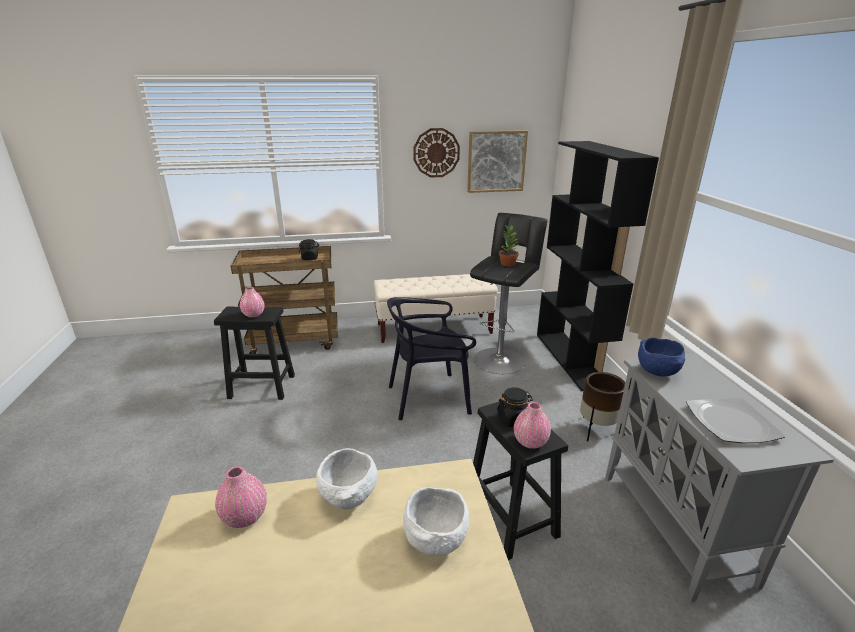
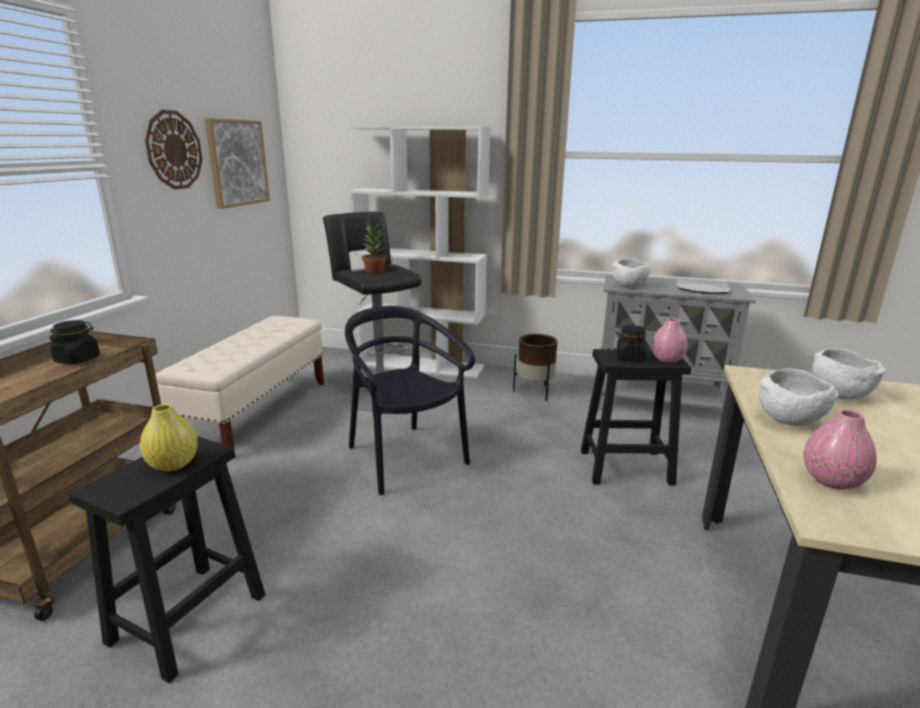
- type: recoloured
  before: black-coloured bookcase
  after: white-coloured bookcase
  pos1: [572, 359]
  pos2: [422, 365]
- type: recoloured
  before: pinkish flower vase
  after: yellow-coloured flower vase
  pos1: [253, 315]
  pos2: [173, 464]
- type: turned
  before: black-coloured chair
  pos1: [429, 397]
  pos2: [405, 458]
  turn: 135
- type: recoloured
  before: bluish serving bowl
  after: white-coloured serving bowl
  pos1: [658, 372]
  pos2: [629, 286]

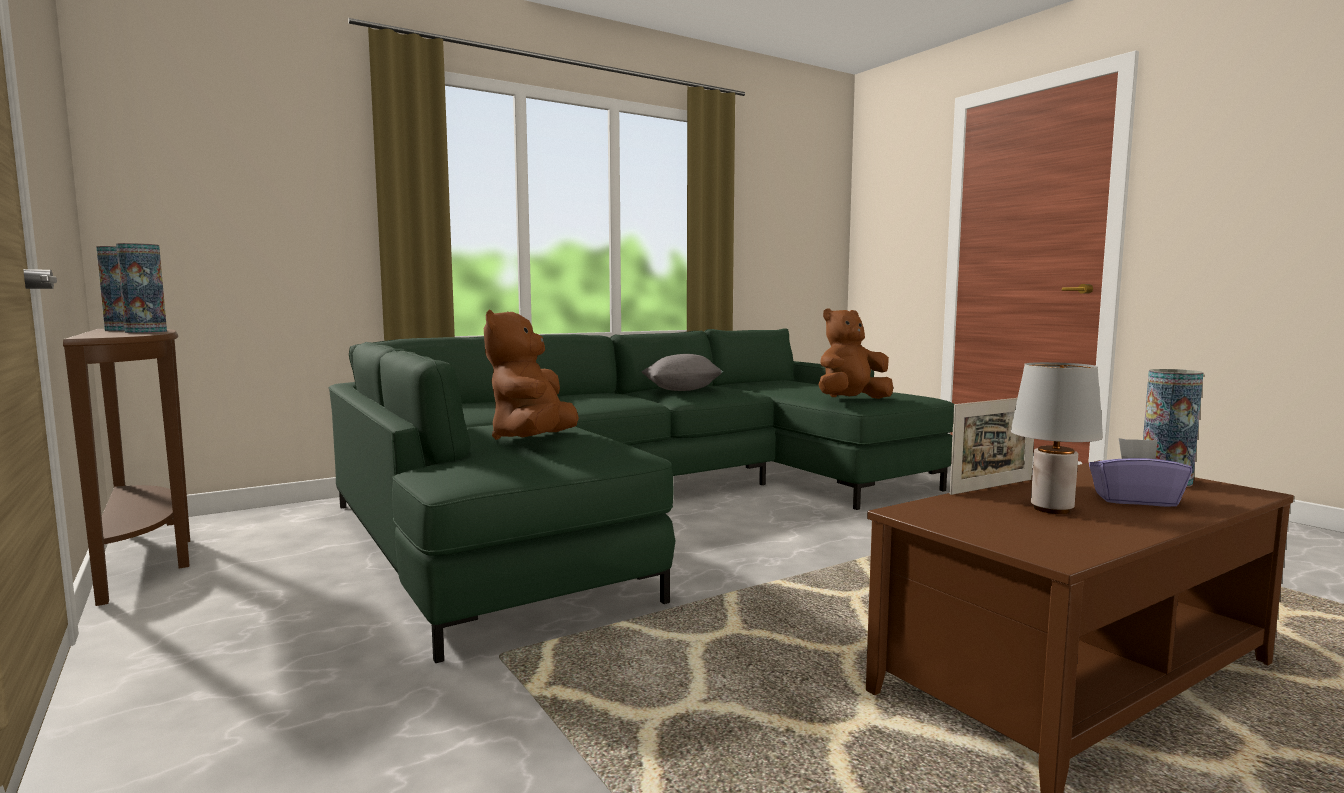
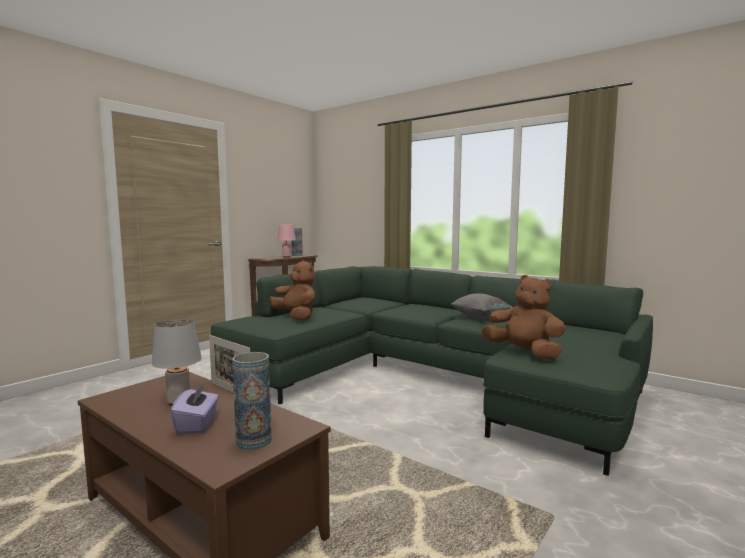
- type: replaced
  before: flower vase
  after: pinkish lamp for a table
  pos1: [146, 332]
  pos2: [286, 257]
- type: turned
  before: brownish plush toy
  pos1: [533, 440]
  pos2: [296, 317]
  turn: 60

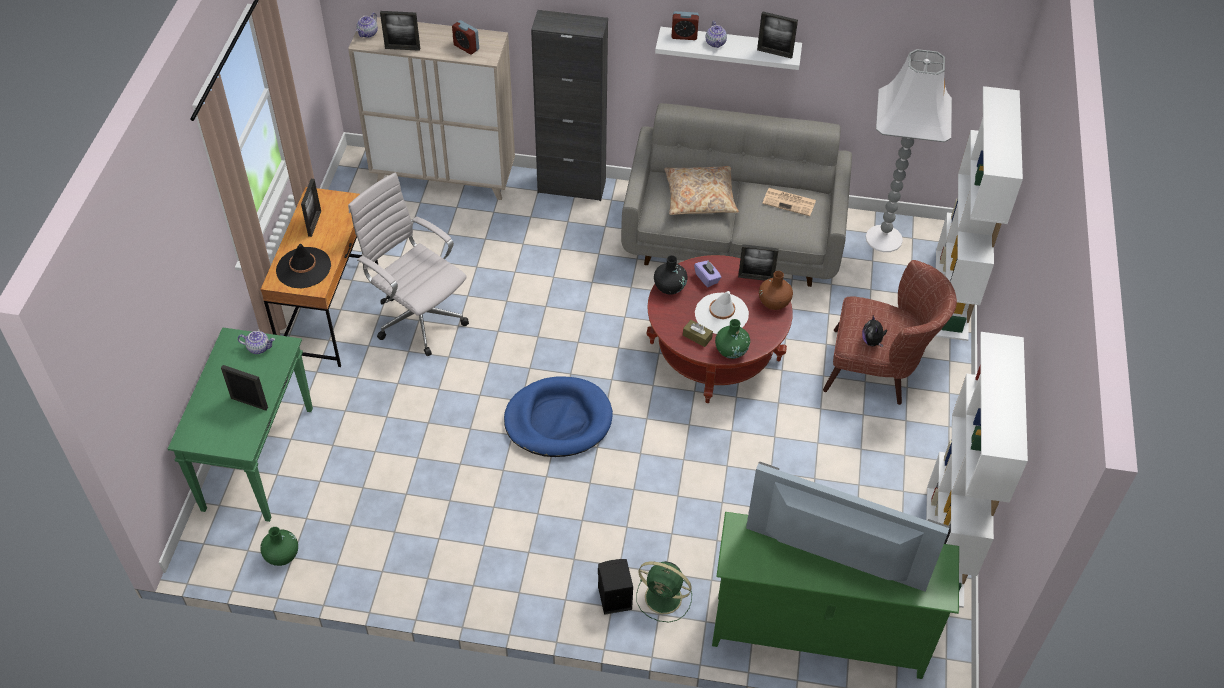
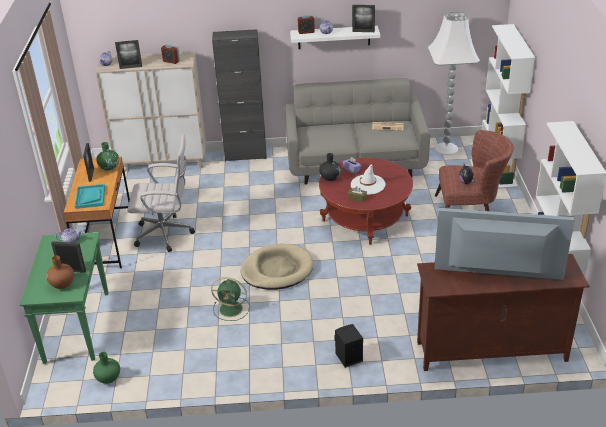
- type: removed
  before: sand-coloured pillow
  pos1: [700, 197]
- type: turned
  before: white-coloured office chair
  pos1: [418, 318]
  pos2: [166, 234]
  turn: 150
- type: replaced
  before: black-coloured wearable hat
  after: blue-green tray
  pos1: [303, 268]
  pos2: [90, 197]
- type: removed
  before: standing frame
  pos1: [755, 278]
- type: moved
  before: brownish flower vase
  pos1: [774, 302]
  pos2: [62, 284]
- type: moved
  before: green-coloured flower vase
  pos1: [731, 350]
  pos2: [109, 167]
- type: recoloured
  before: bluish pet bed
  after: sand-coloured pet bed
  pos1: [558, 420]
  pos2: [277, 270]
- type: recoloured
  before: green-coloured media console
  after: brownish media console
  pos1: [817, 636]
  pos2: [491, 351]
- type: moved
  before: green-coloured electric fan
  pos1: [665, 598]
  pos2: [232, 309]

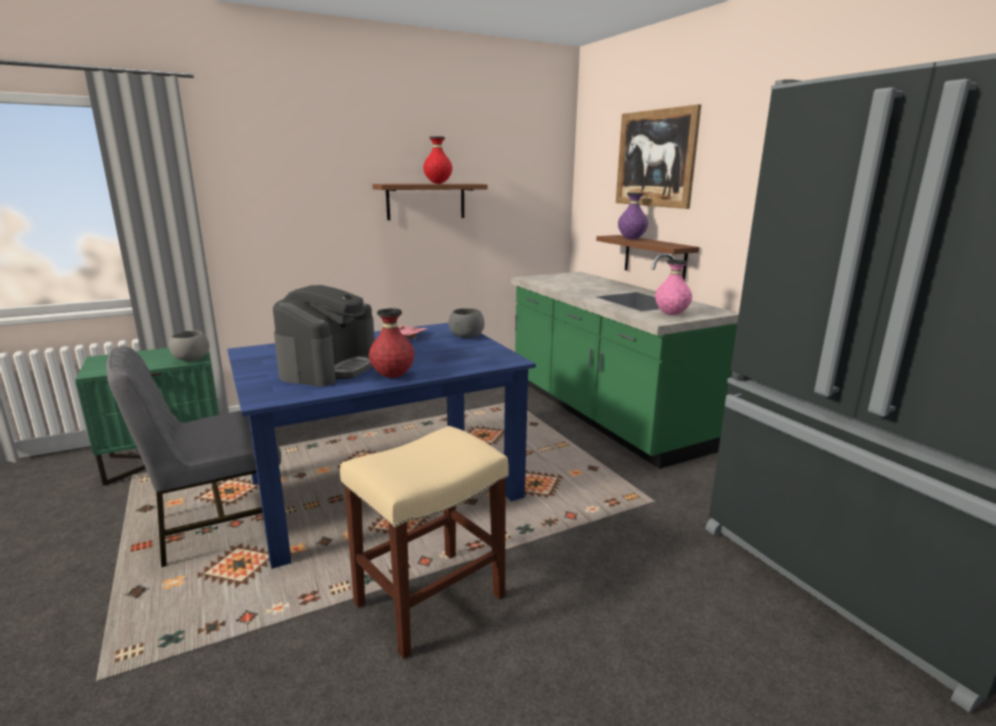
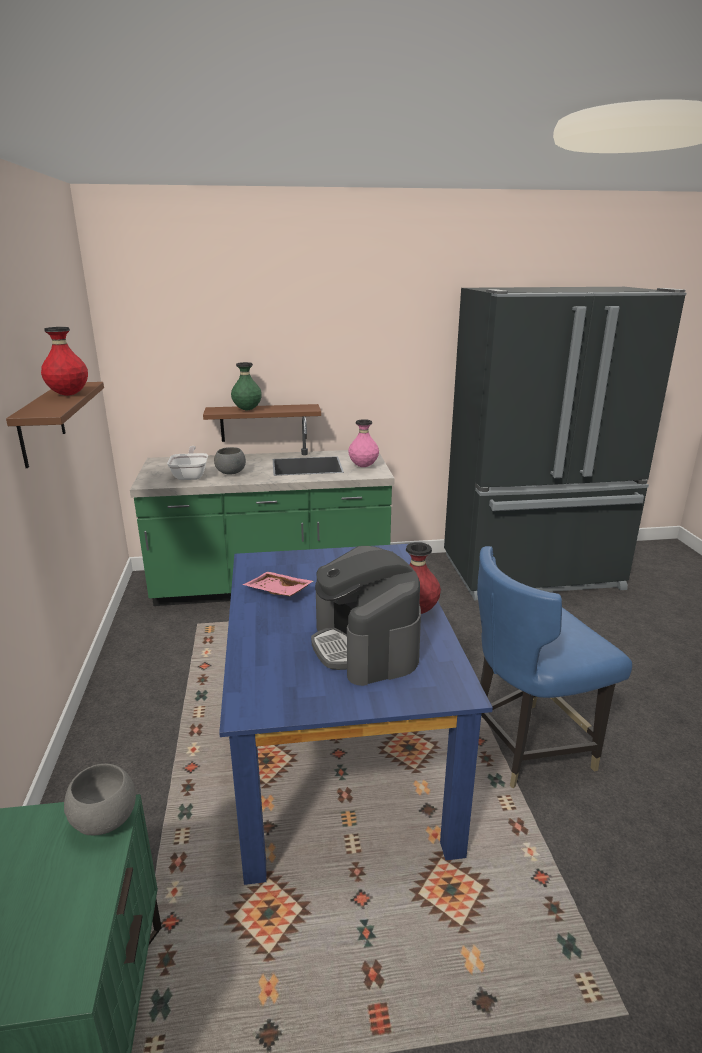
- type: removed
  before: wall art
  pos1: [655, 158]
- type: recoloured
  before: purple-coloured flower vase
  after: green-coloured flower vase
  pos1: [631, 239]
  pos2: [247, 410]
- type: turned
  before: coffee maker
  pos1: [329, 367]
  pos2: [365, 646]
  turn: -150
- type: moved
  before: grey serving bowl
  pos1: [466, 337]
  pos2: [230, 473]
- type: removed
  before: grey chair
  pos1: [218, 526]
- type: replaced
  before: sand-coloured sitting stool
  after: bluish chair
  pos1: [431, 598]
  pos2: [527, 746]
- type: added
  after: skillet
  pos2: [191, 475]

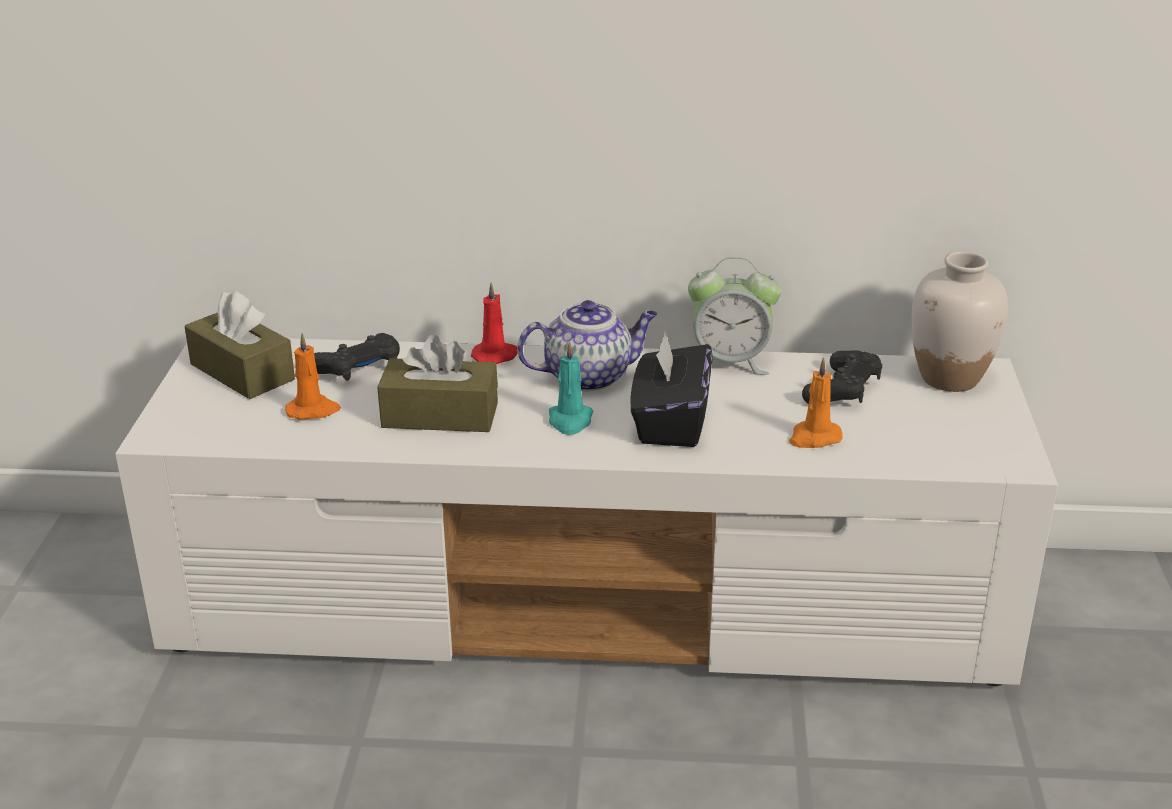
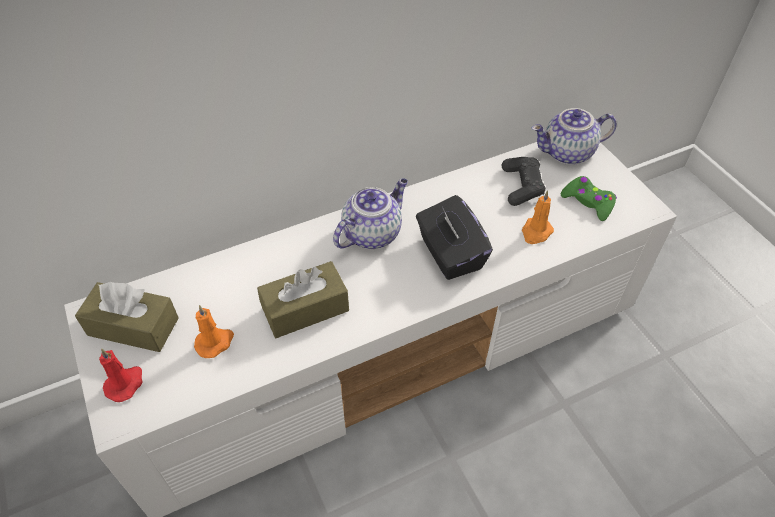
- type: replaced
  before: white-coloured flower vase
  after: tea pot
  pos1: [950, 378]
  pos2: [567, 154]
- type: removed
  before: bedside clock
  pos1: [730, 362]
- type: moved
  before: red-coloured wax candle
  pos1: [496, 356]
  pos2: [125, 383]
- type: removed
  before: black-coloured joypad
  pos1: [359, 369]
- type: removed
  before: blue-green wax candle
  pos1: [570, 421]
- type: added
  after: green-coloured joypad
  pos2: [588, 202]

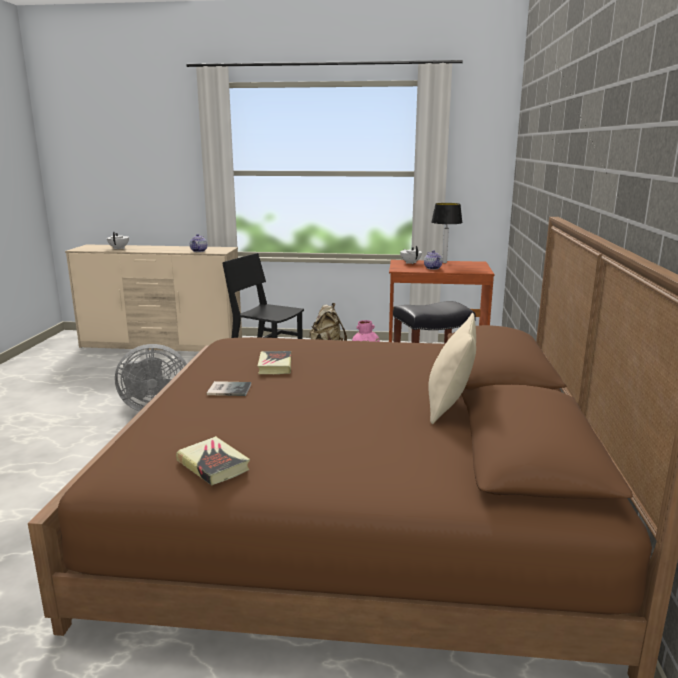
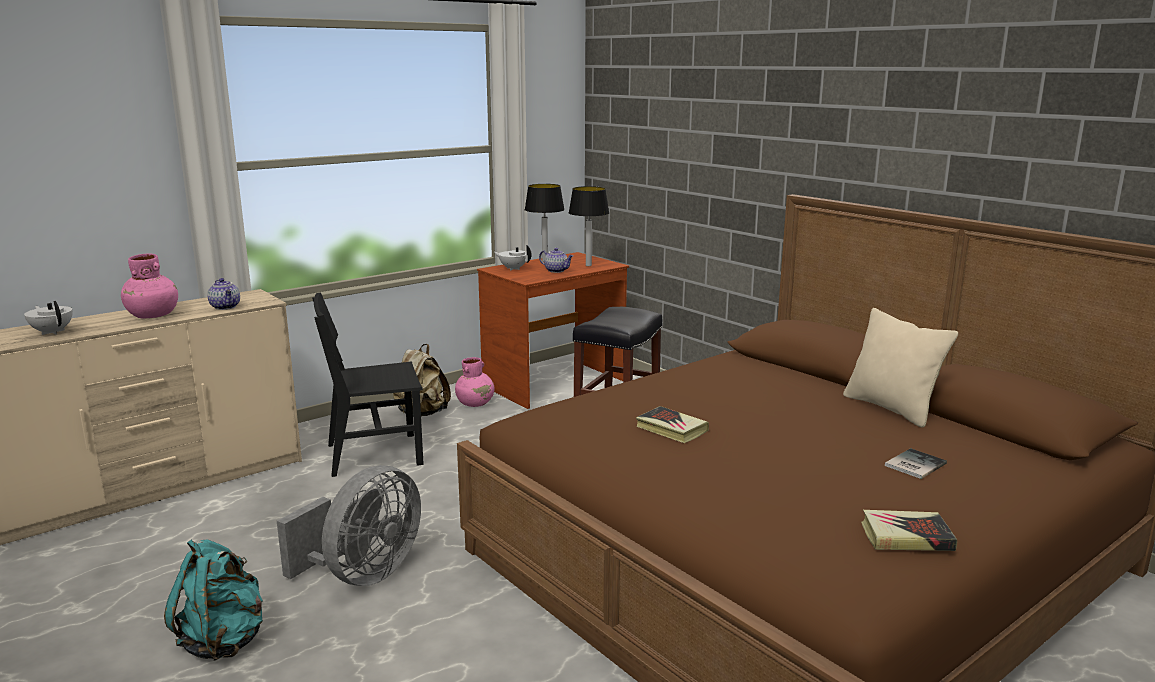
- type: moved
  before: book
  pos1: [228, 389]
  pos2: [913, 464]
- type: added
  after: lamp for a table
  pos2: [588, 265]
- type: added
  after: pinkish flower vase
  pos2: [153, 316]
- type: added
  after: blue-green knapsack
  pos2: [224, 641]

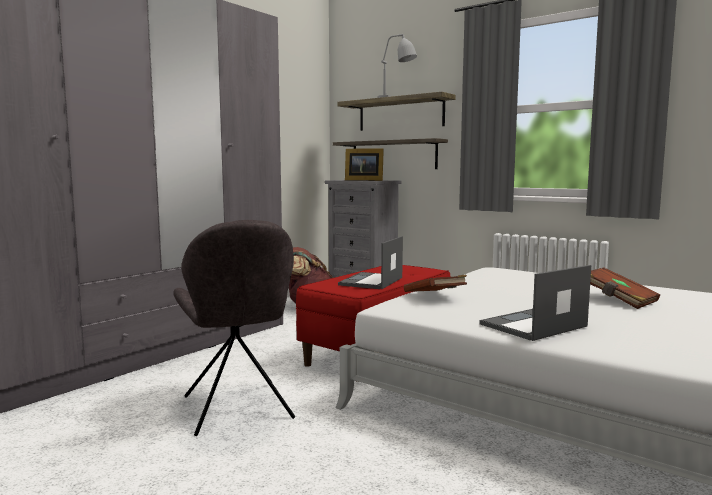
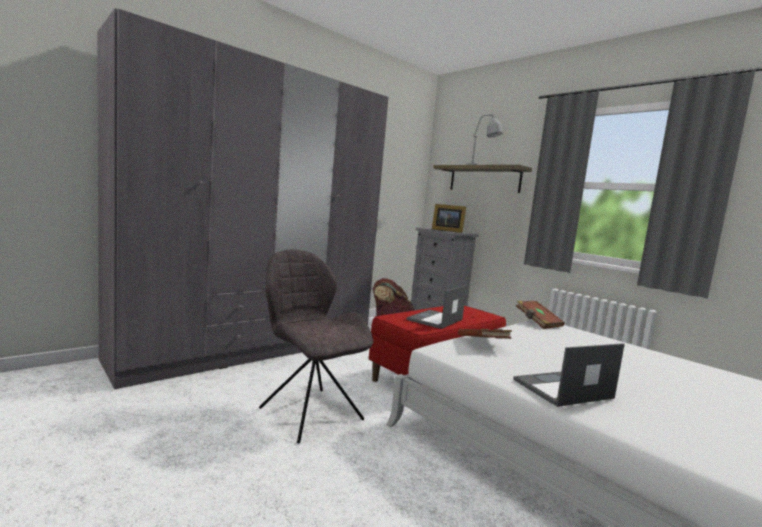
- type: removed
  before: wall shelf
  pos1: [393, 155]
- type: turned
  before: grey chair
  pos1: [238, 409]
  pos2: [309, 412]
  turn: 150
- type: moved
  before: brownish book
  pos1: [618, 300]
  pos2: [537, 322]

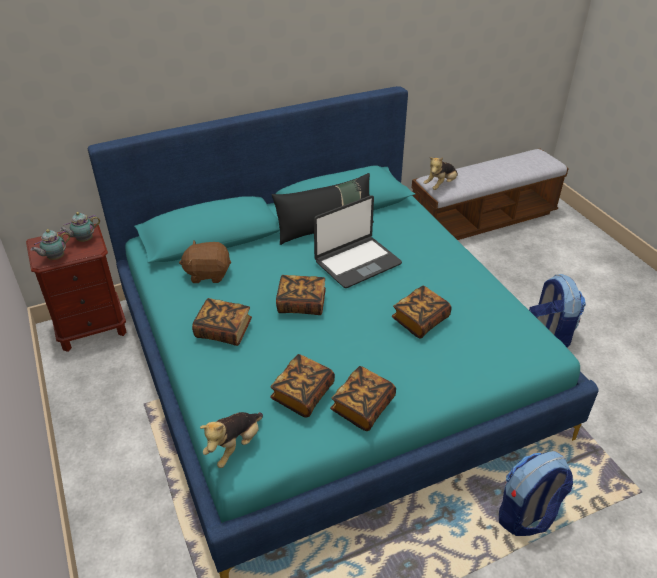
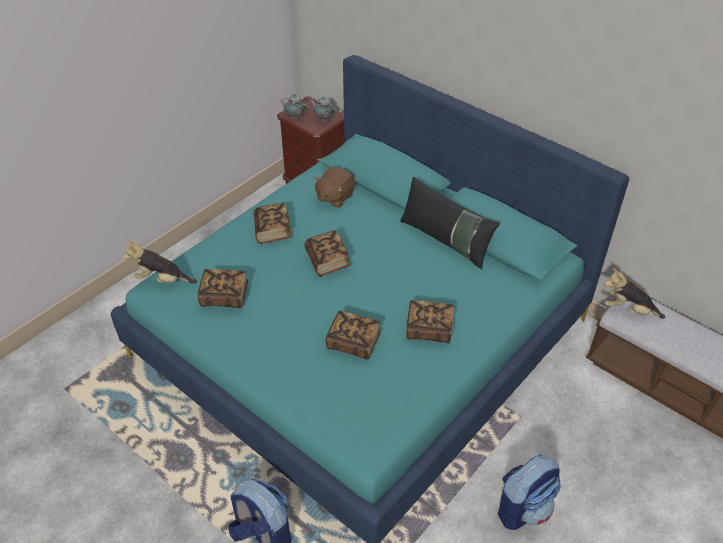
- type: removed
  before: notebook computer
  pos1: [357, 262]
- type: turned
  before: brownish plush toy
  pos1: [208, 274]
  pos2: [334, 197]
  turn: -120
- type: moved
  before: book
  pos1: [362, 407]
  pos2: [429, 329]

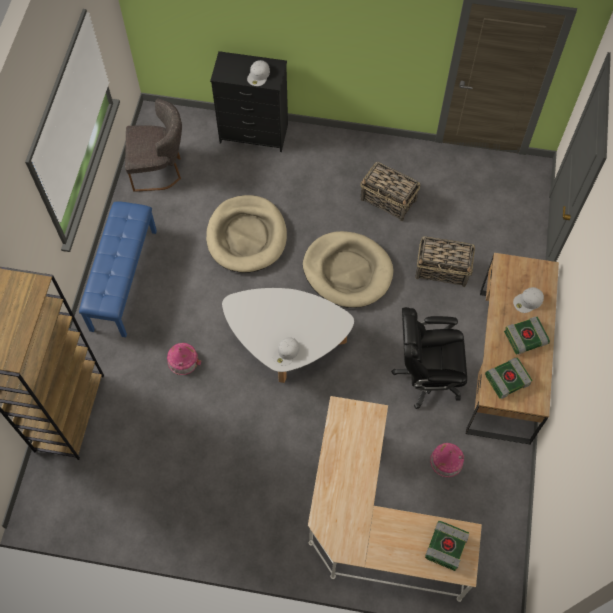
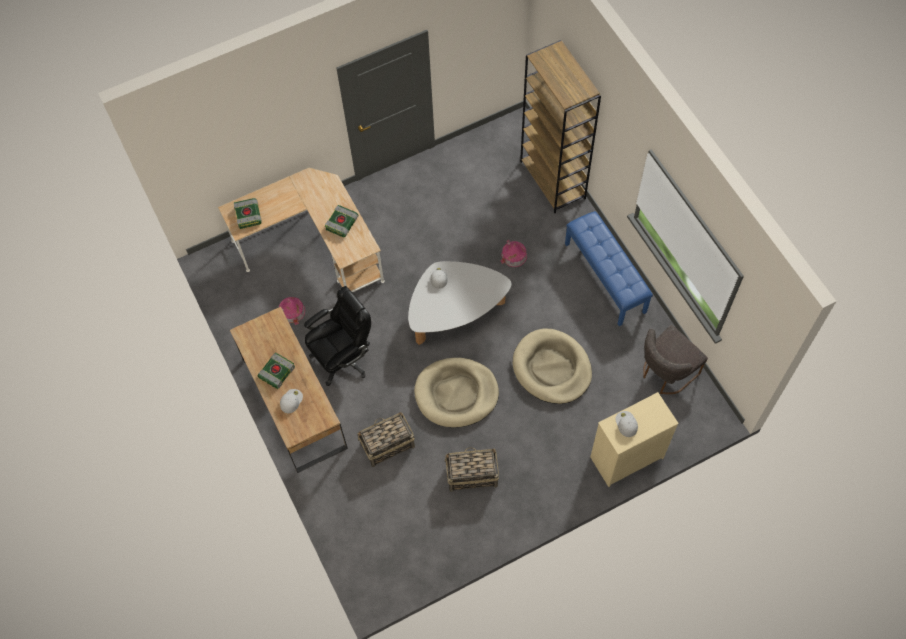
- type: recoloured
  before: black-coloured chest of drawers
  after: sand-coloured chest of drawers
  pos1: [253, 134]
  pos2: [626, 457]
- type: moved
  before: book
  pos1: [507, 379]
  pos2: [342, 224]

